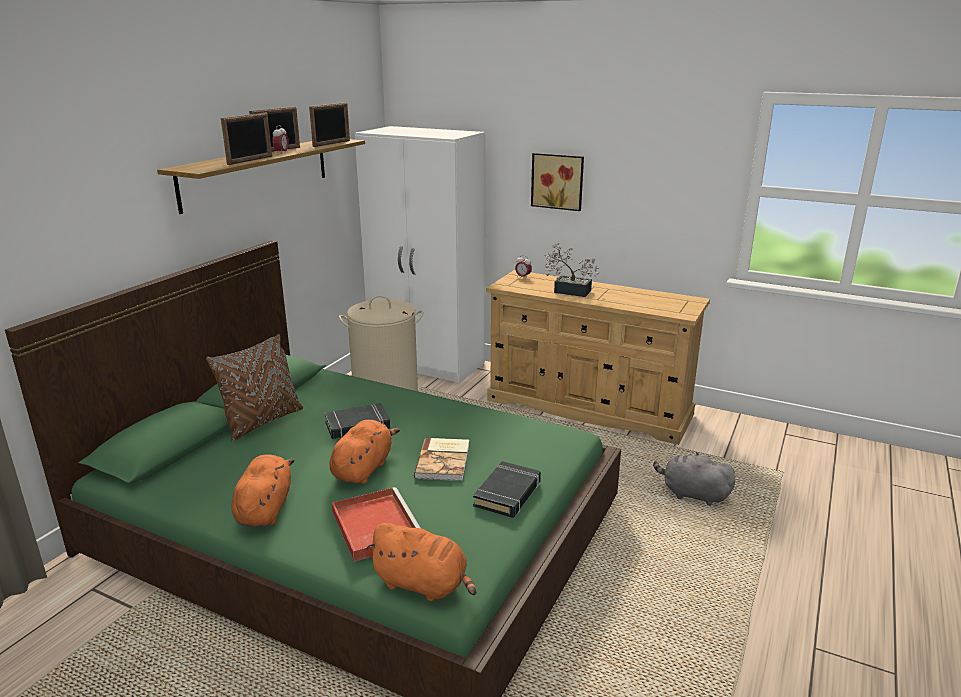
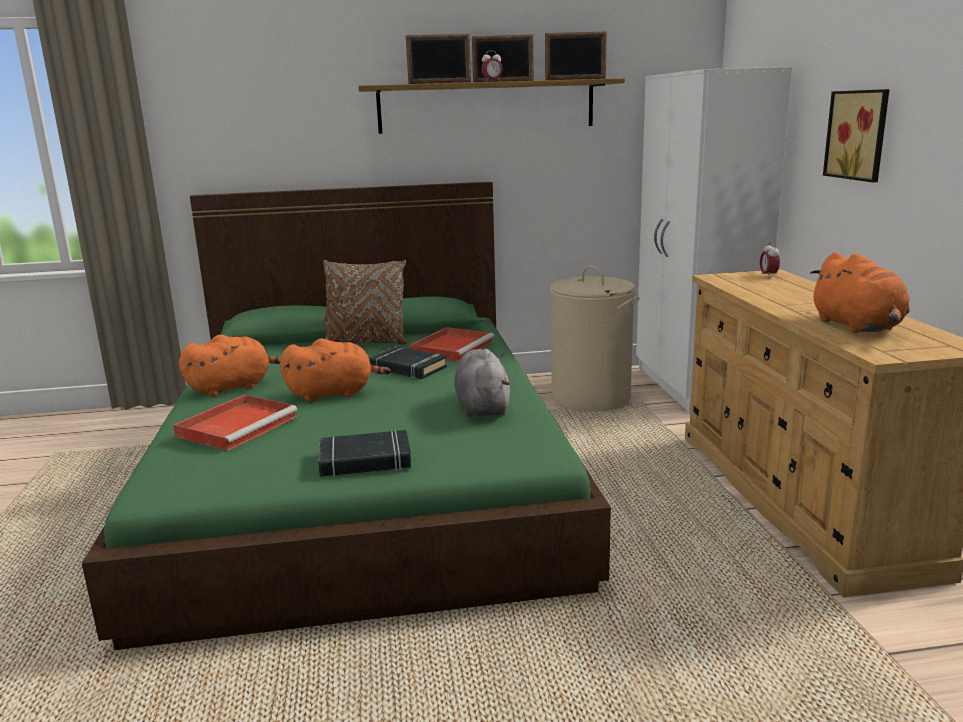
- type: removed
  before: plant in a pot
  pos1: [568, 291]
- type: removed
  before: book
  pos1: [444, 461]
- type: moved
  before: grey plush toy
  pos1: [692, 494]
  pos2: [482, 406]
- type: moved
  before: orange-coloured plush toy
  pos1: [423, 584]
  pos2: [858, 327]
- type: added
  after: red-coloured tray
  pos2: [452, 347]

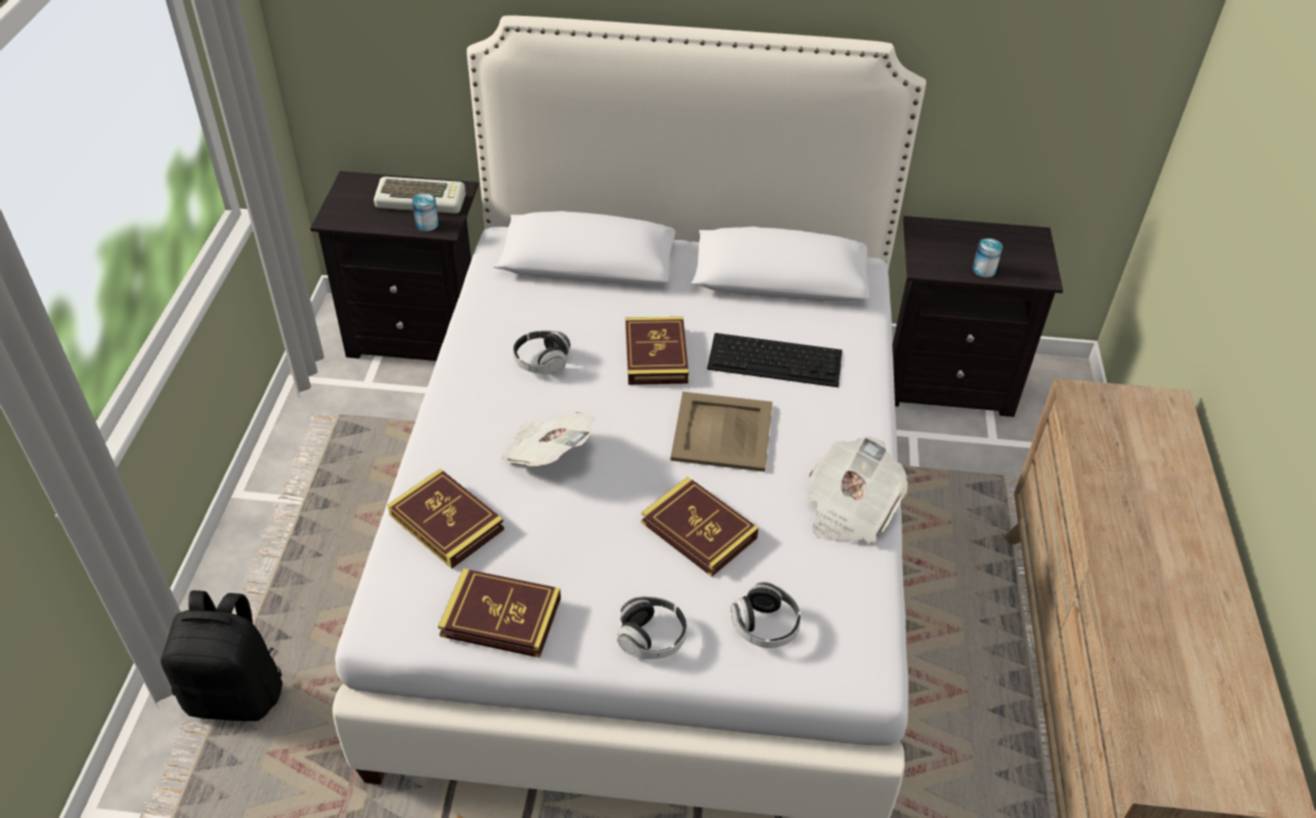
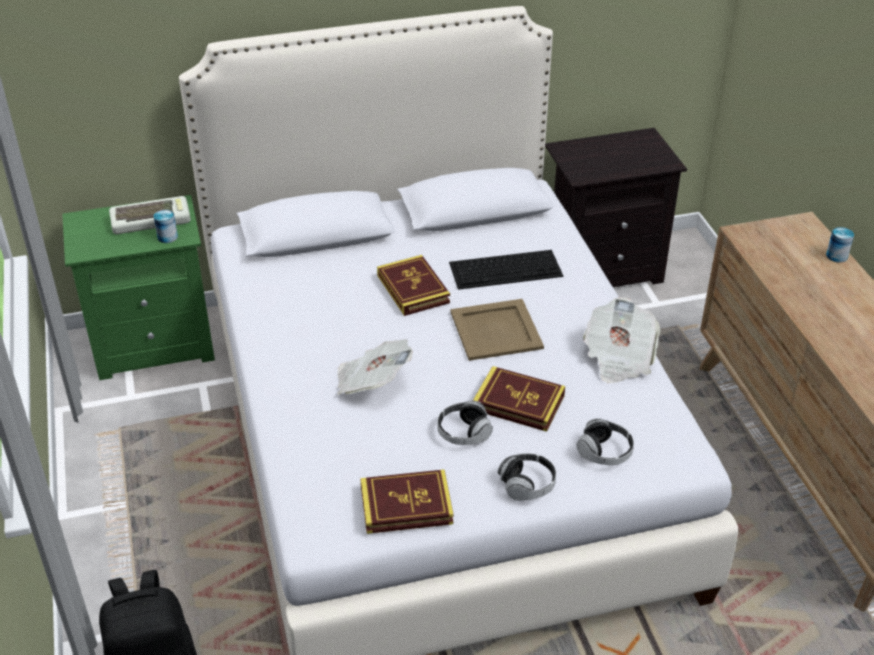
- type: recoloured
  before: black-coloured night table
  after: green-coloured night table
  pos1: [418, 334]
  pos2: [155, 345]
- type: moved
  before: metal can
  pos1: [984, 270]
  pos2: [836, 256]
- type: moved
  before: pair of headphones
  pos1: [542, 362]
  pos2: [463, 433]
- type: removed
  before: book
  pos1: [446, 522]

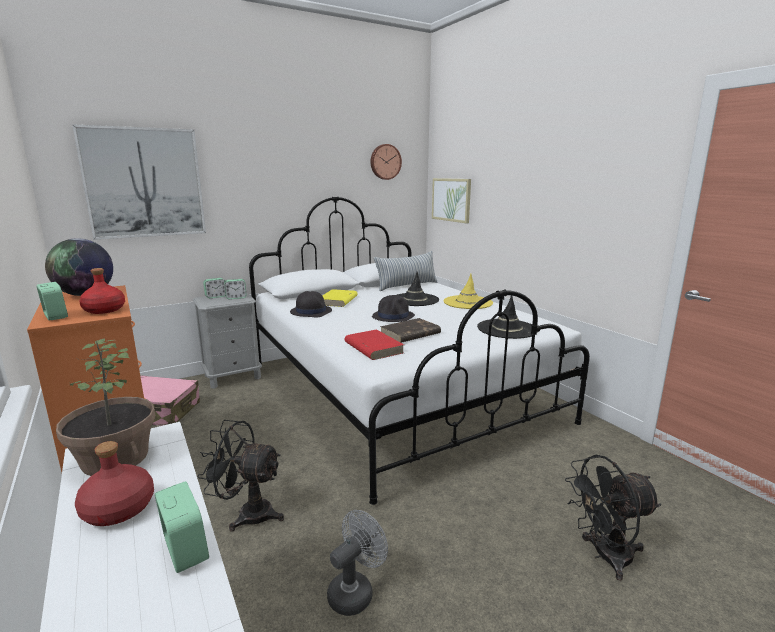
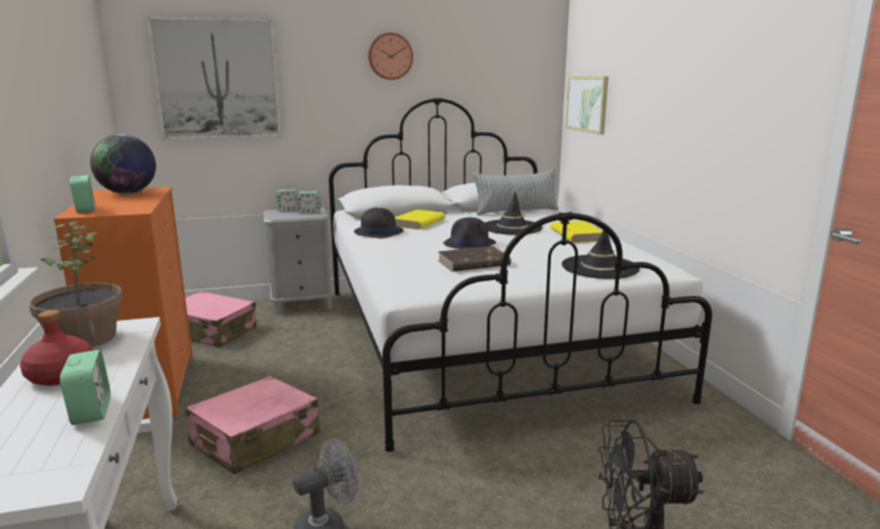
- type: moved
  before: wall clock
  pos1: [385, 162]
  pos2: [390, 56]
- type: removed
  before: red-coloured beverage bottle
  pos1: [104, 310]
- type: replaced
  before: yellow-coloured wearable hat
  after: yellow-coloured book
  pos1: [467, 302]
  pos2: [577, 235]
- type: removed
  before: red-coloured book
  pos1: [373, 348]
- type: replaced
  before: black-coloured electric fan
  after: pinkish piece of luggage
  pos1: [247, 513]
  pos2: [254, 440]

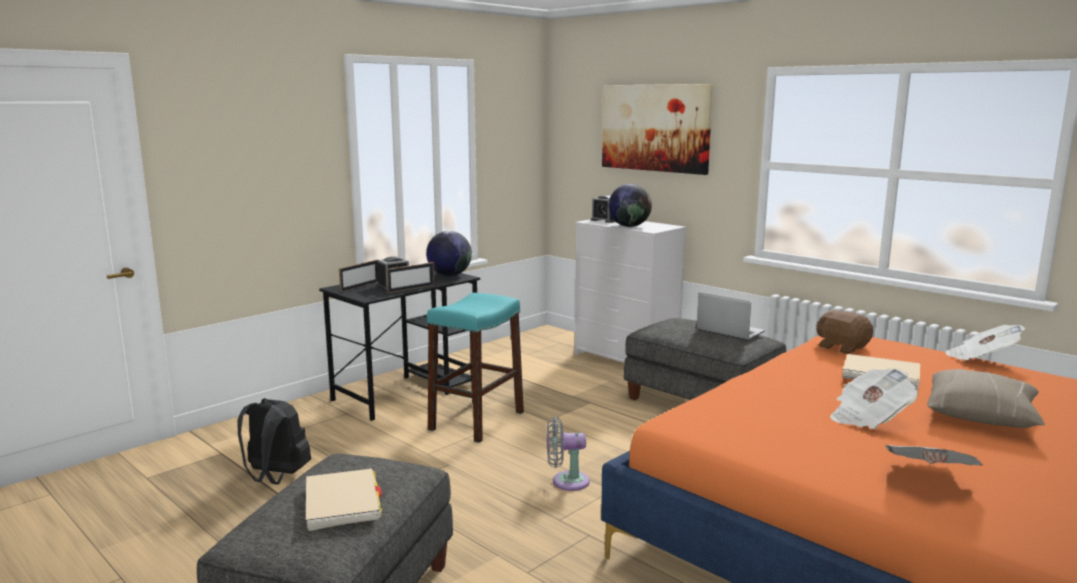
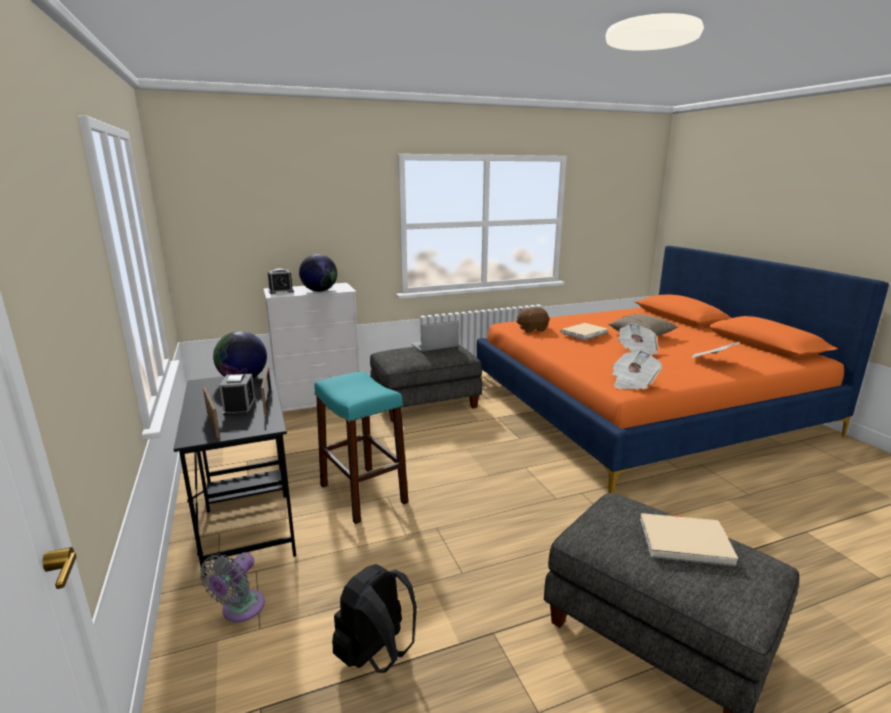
- type: removed
  before: wall art
  pos1: [655, 128]
- type: moved
  before: daily paper
  pos1: [981, 359]
  pos2: [632, 383]
- type: moved
  before: grey electric fan
  pos1: [566, 481]
  pos2: [240, 609]

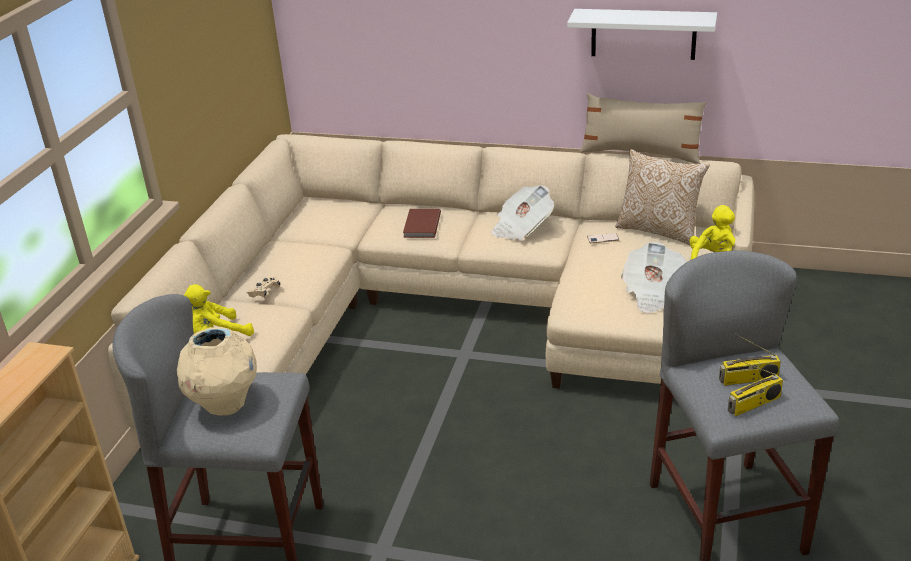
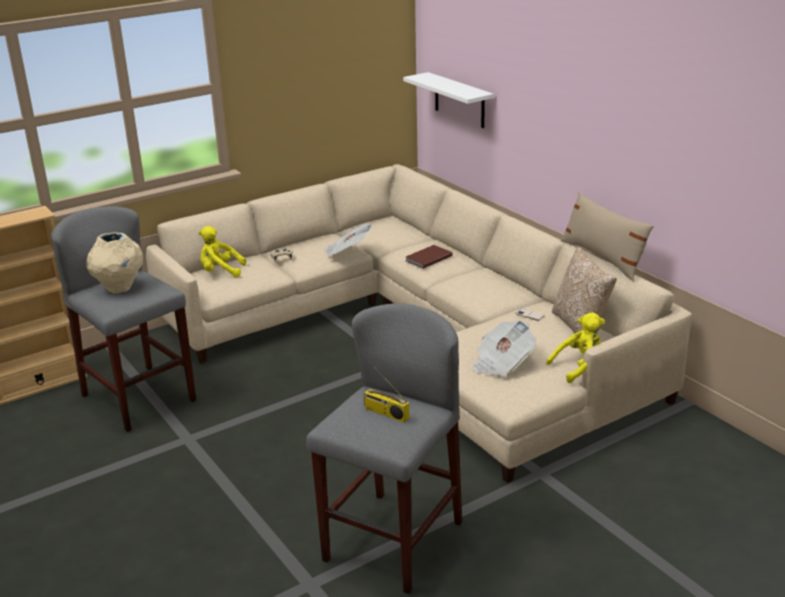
- type: moved
  before: white-coloured wall shelf
  pos1: [643, 34]
  pos2: [459, 100]
- type: moved
  before: daily paper
  pos1: [521, 228]
  pos2: [347, 252]
- type: removed
  before: radio
  pos1: [754, 404]

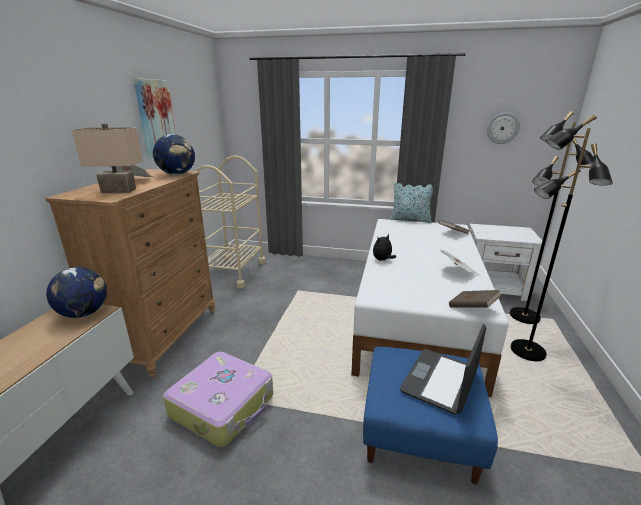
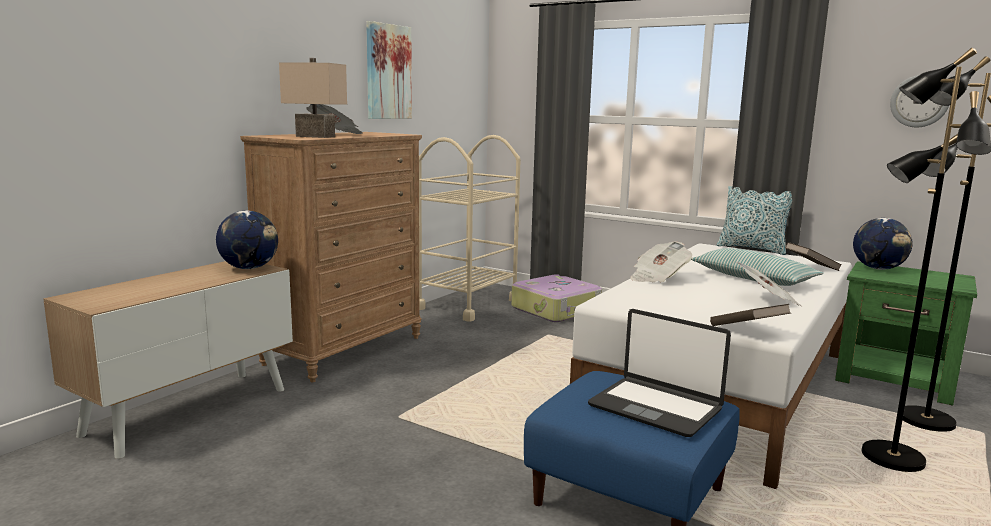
- type: moved
  before: desk globe
  pos1: [177, 174]
  pos2: [878, 268]
- type: recoloured
  before: white-coloured night table
  after: green-coloured night table
  pos1: [494, 288]
  pos2: [896, 380]
- type: replaced
  before: plush toy
  after: daily paper
  pos1: [382, 260]
  pos2: [657, 278]
- type: turned
  before: notebook computer
  pos1: [440, 381]
  pos2: [655, 407]
  turn: -105
- type: moved
  before: piece of luggage
  pos1: [223, 405]
  pos2: [557, 309]
- type: added
  after: pillow
  pos2: [753, 278]

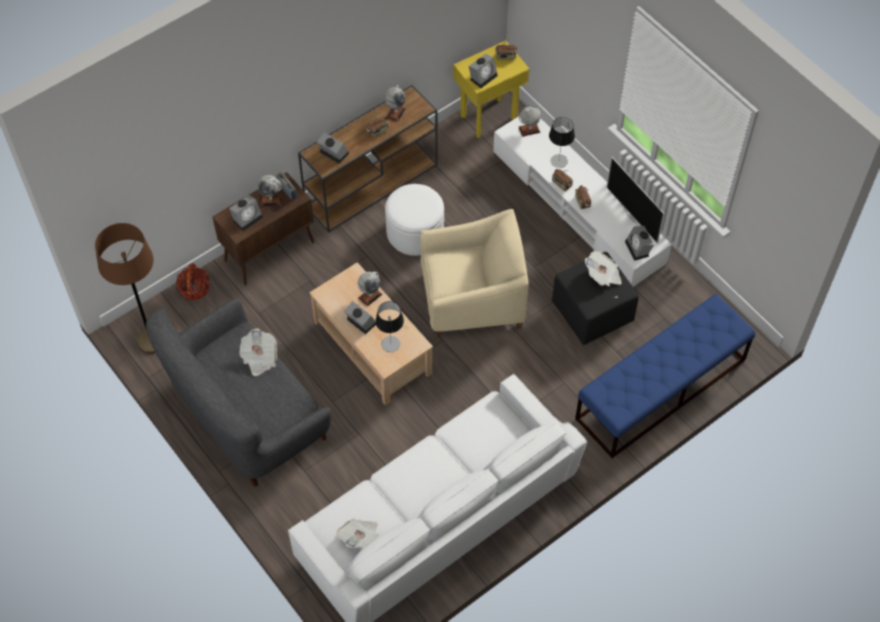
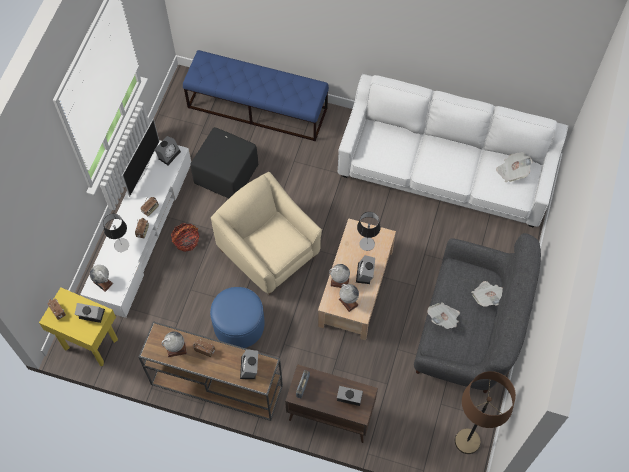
- type: moved
  before: desk globe
  pos1: [271, 200]
  pos2: [348, 302]
- type: recoloured
  before: white-coloured footrest
  after: bluish footrest
  pos1: [415, 232]
  pos2: [239, 325]
- type: moved
  before: daily paper
  pos1: [603, 275]
  pos2: [487, 297]
- type: moved
  before: storage basket
  pos1: [194, 288]
  pos2: [186, 241]

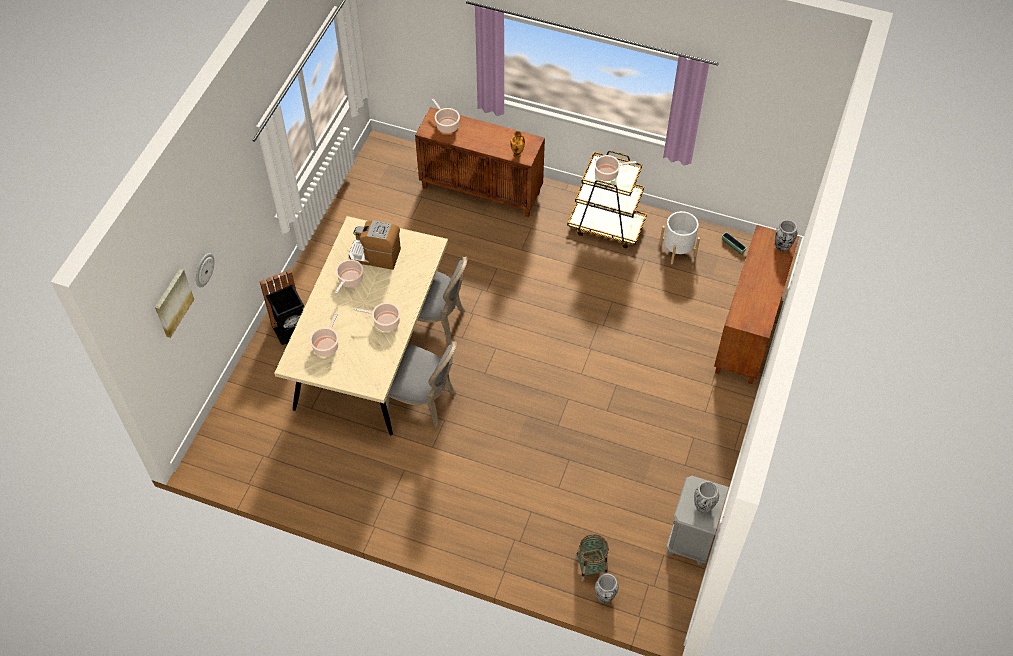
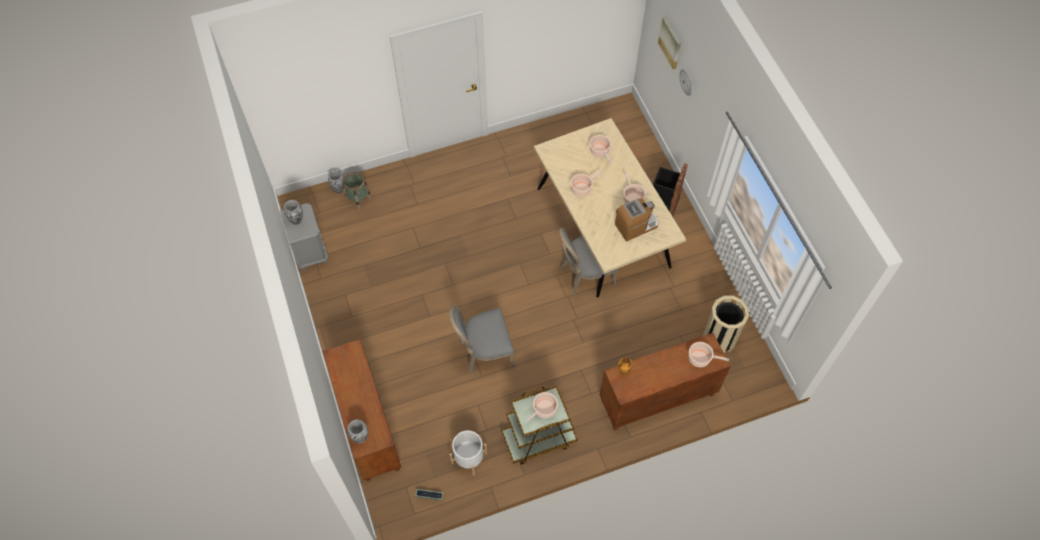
- type: moved
  before: grey chair
  pos1: [424, 401]
  pos2: [484, 352]
- type: added
  after: sand-coloured rubbish bin
  pos2: [718, 339]

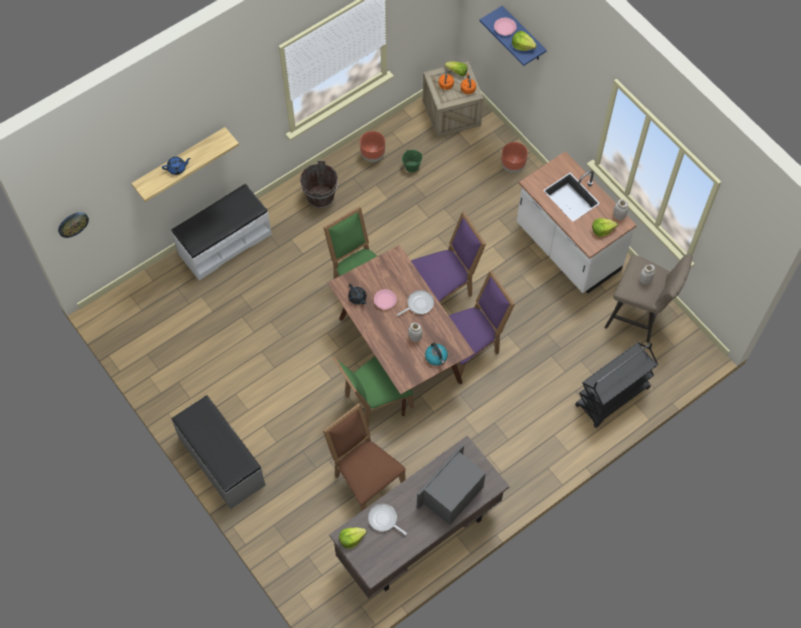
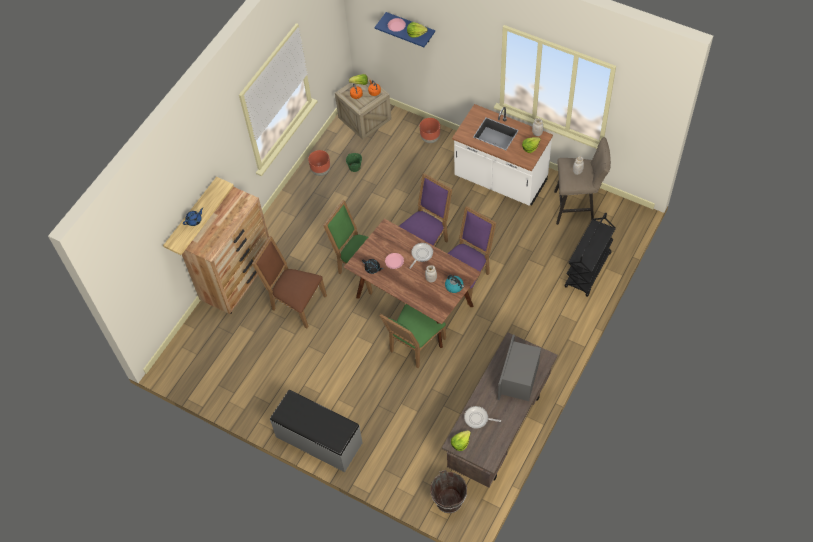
- type: moved
  before: brownish water bucket
  pos1: [320, 197]
  pos2: [448, 501]
- type: replaced
  before: white-coloured indoor bench
  after: brownish chest of drawers
  pos1: [224, 243]
  pos2: [238, 279]
- type: removed
  before: wall clock
  pos1: [72, 224]
- type: moved
  before: brownish chair
  pos1: [365, 479]
  pos2: [295, 303]

